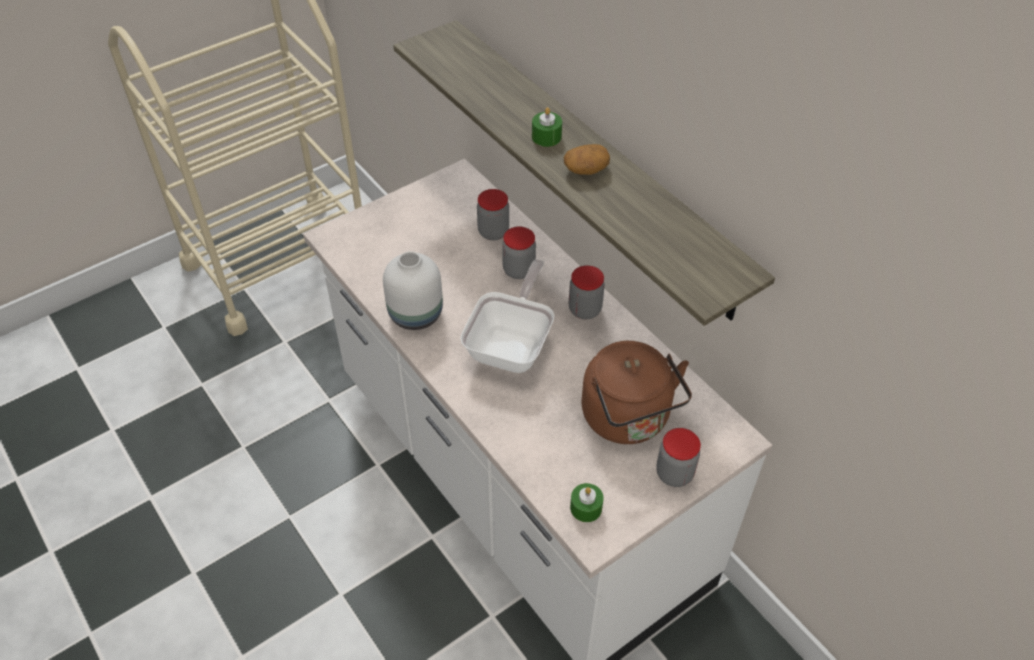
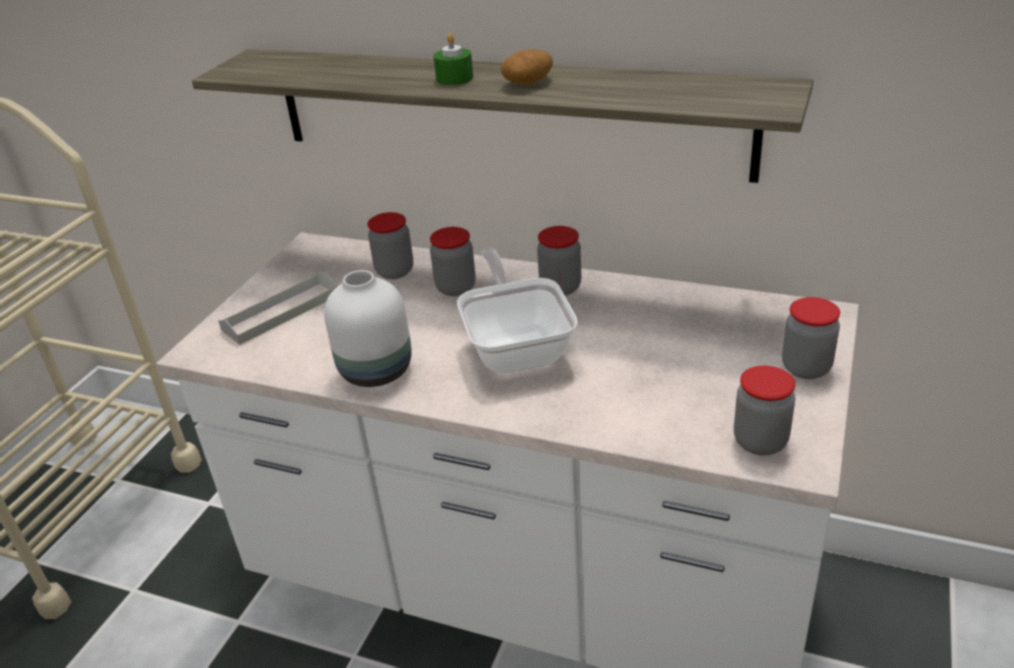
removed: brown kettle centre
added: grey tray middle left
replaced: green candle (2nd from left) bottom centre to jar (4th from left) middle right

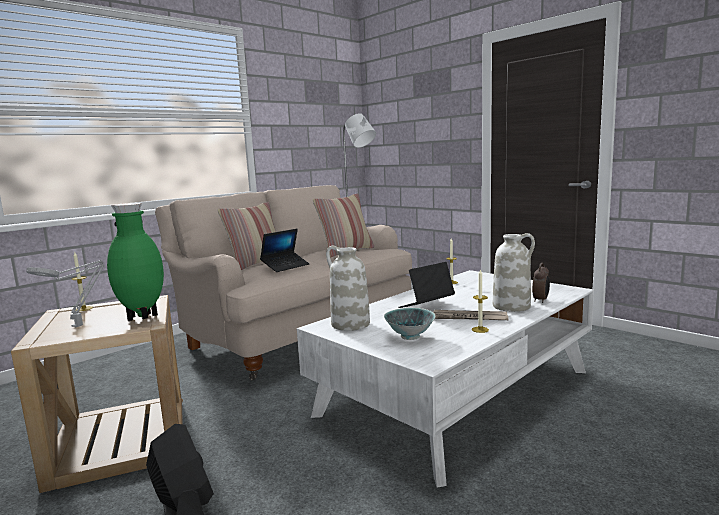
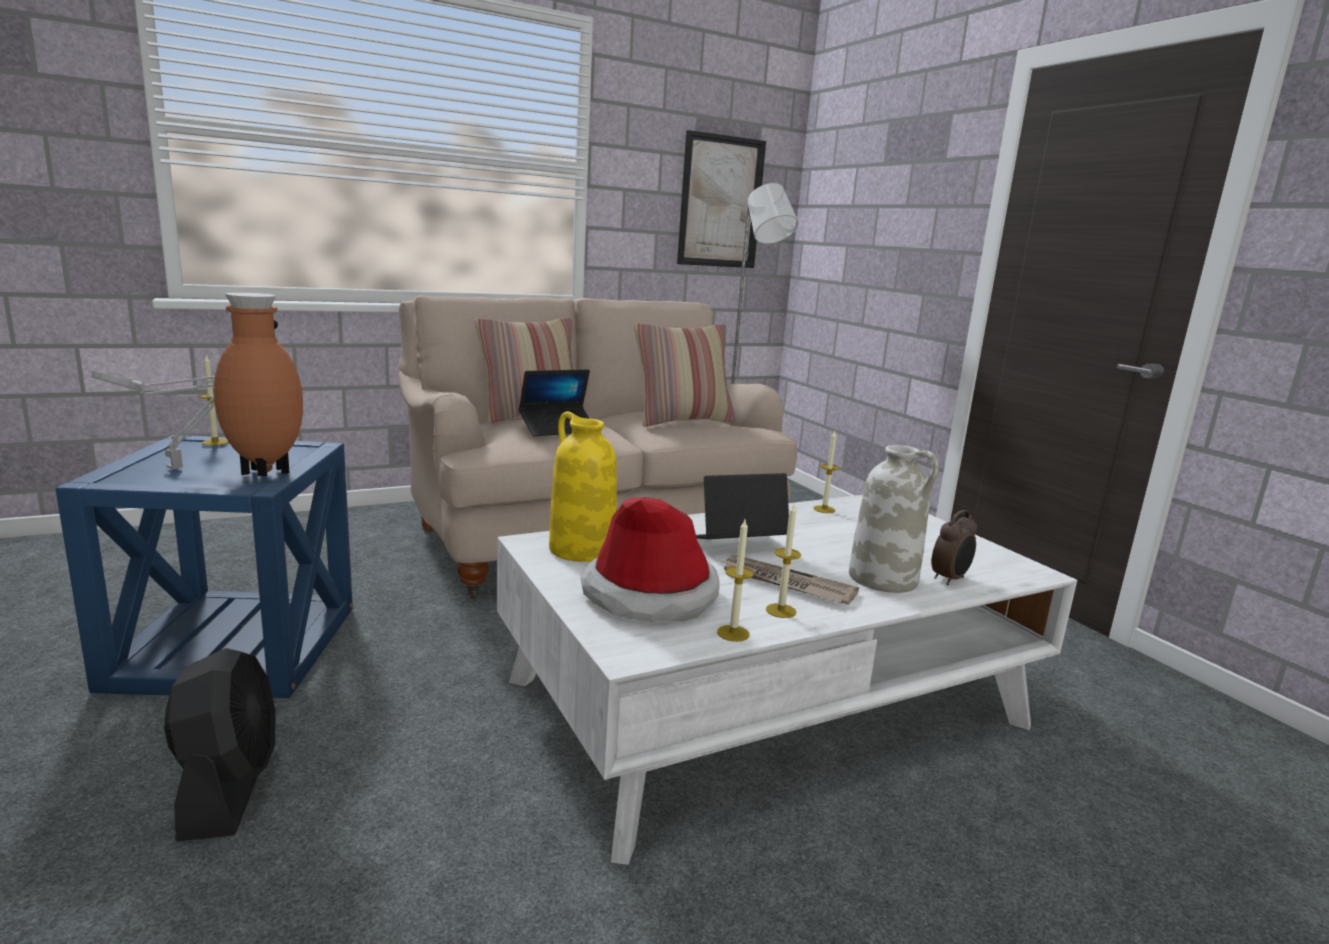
added: picture top centre; candle (2nd from left) centre
replaced: bowl centre to hat centre
recoloured: green vase middle left to brown vase middle left; white vase (1st from left) centre to yellow vase centre; beige side table bottom left to blue side table middle left

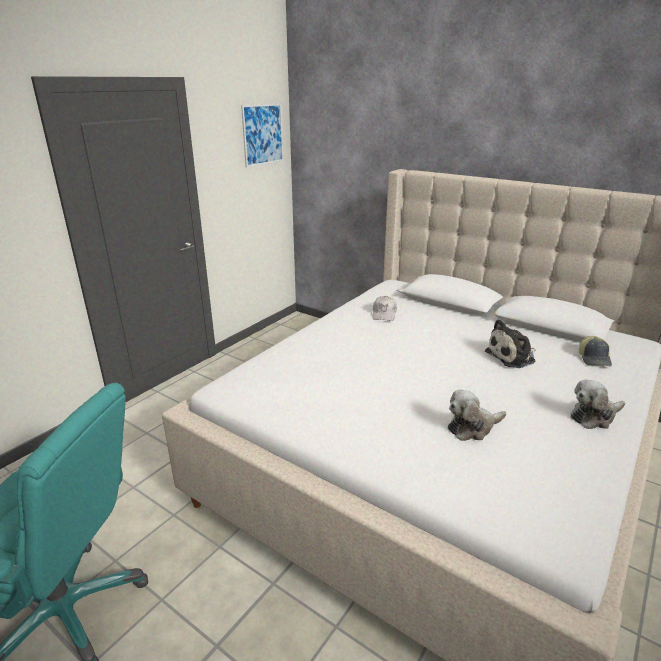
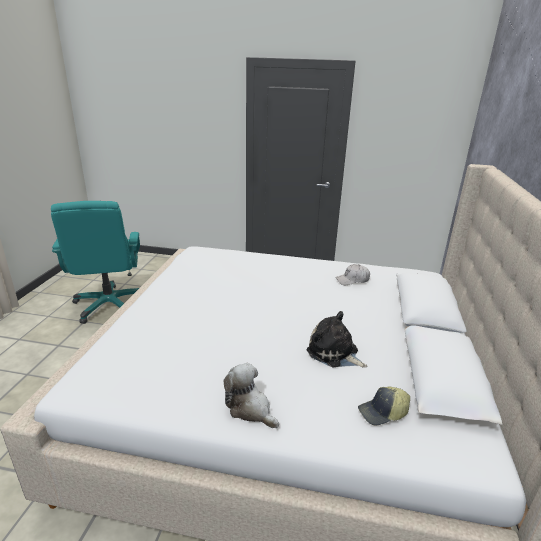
removed: picture top centre; plush toy (1st from left) middle right

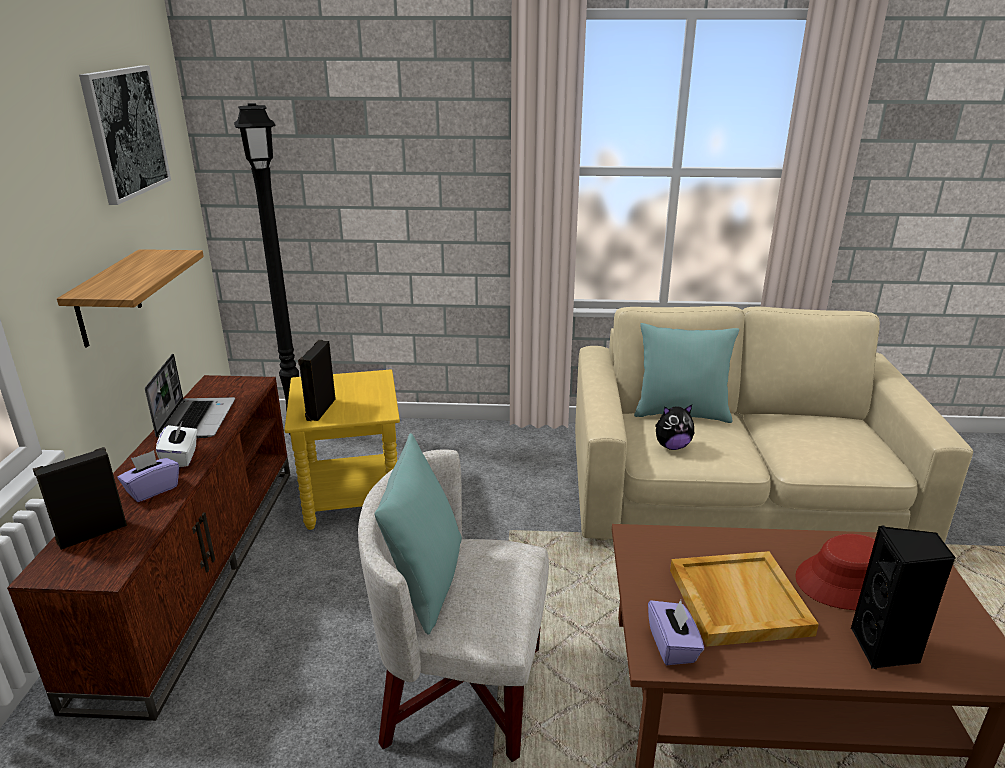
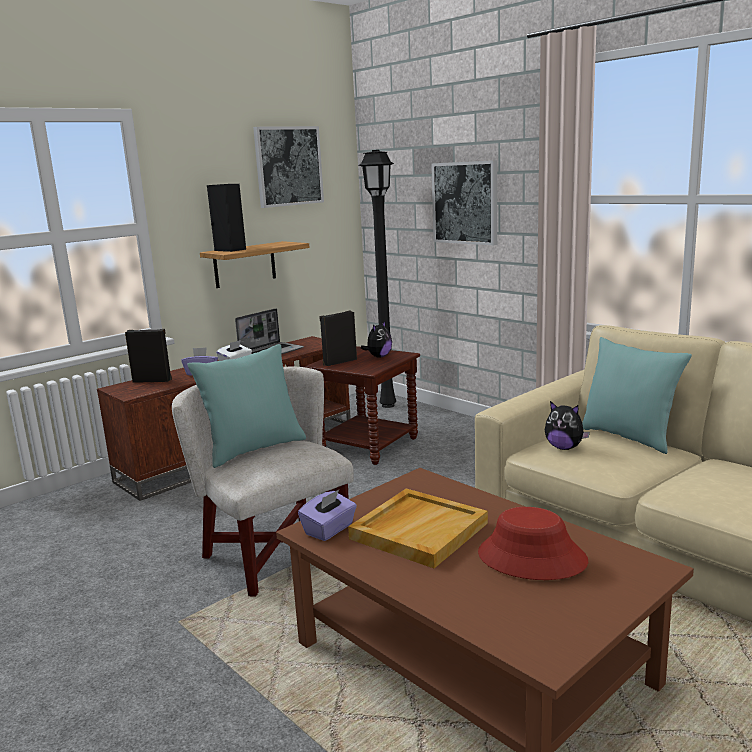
added: picture (2nd from left) top centre; plush toy (1st from left) centre
moved: black speaker (3rd from left in the first image) bottom right to black speaker (2nd from left) top left
recoloured: yellow side table centre to brown side table centre

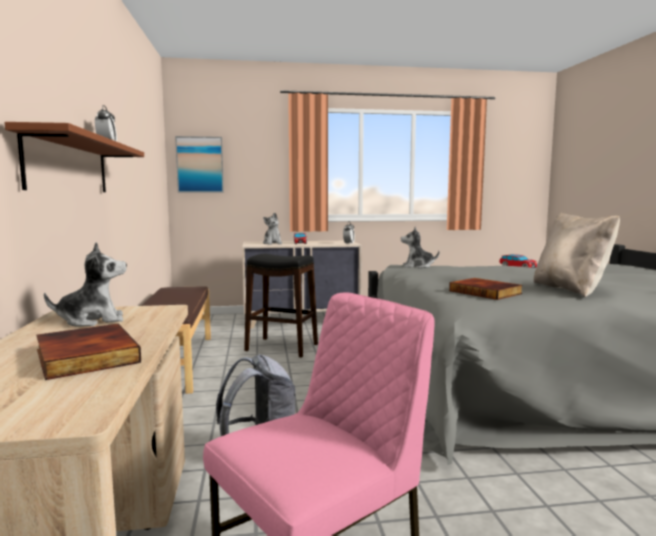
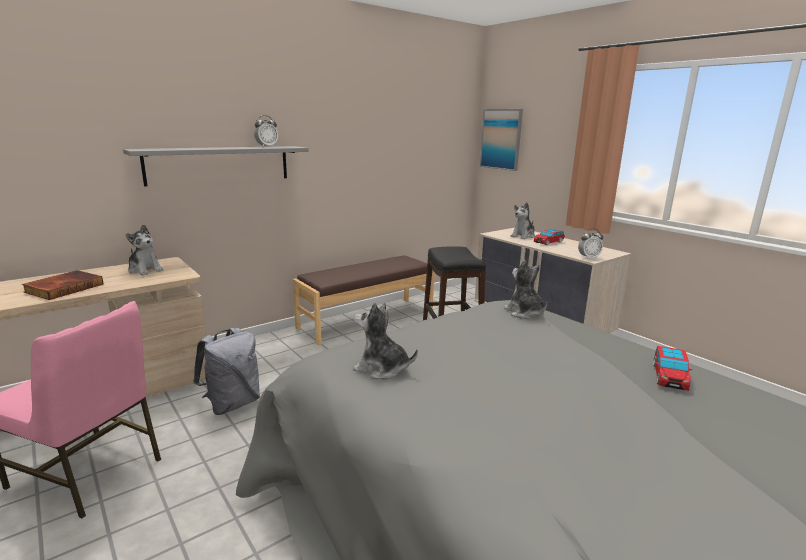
removed: beige pillow middle right
replaced: book (2nd from left) middle right to plush toy (2nd from left) centre
recoloured: brown shelf top left to grey shelf top left

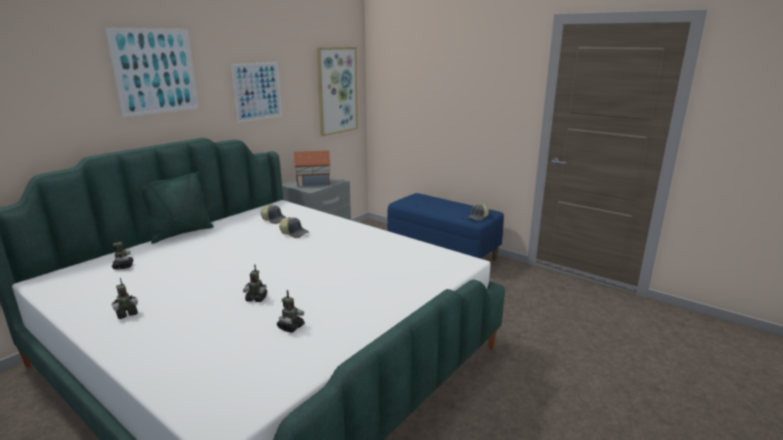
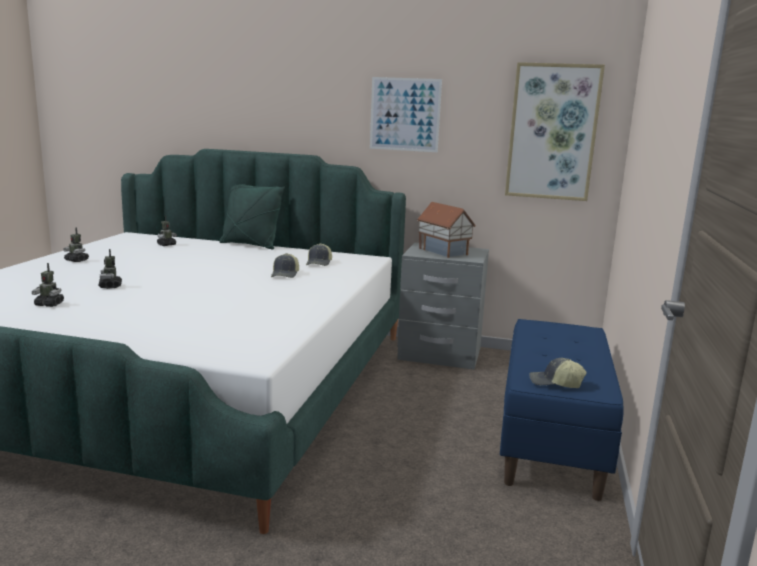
removed: picture (1st from left) top left

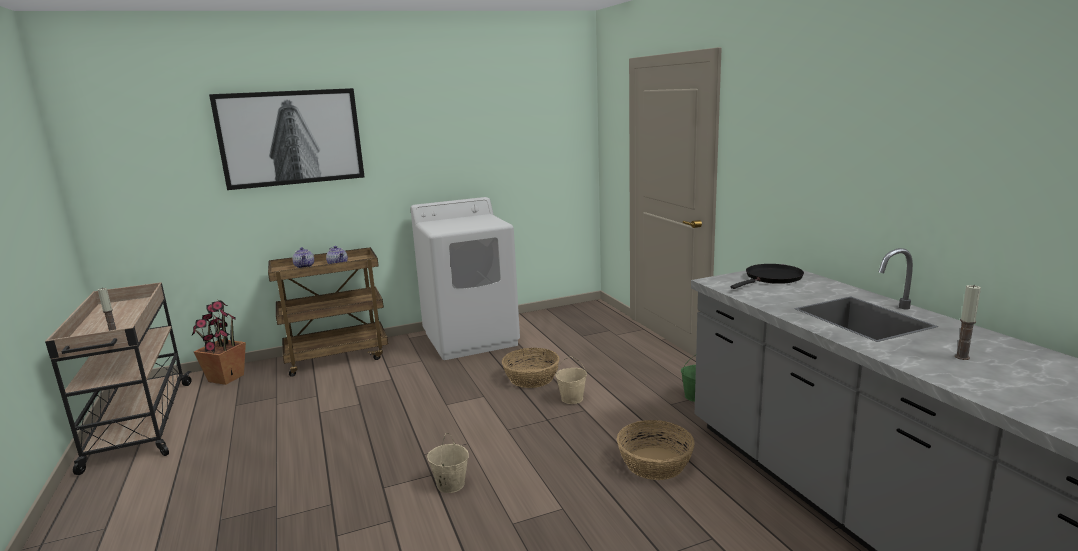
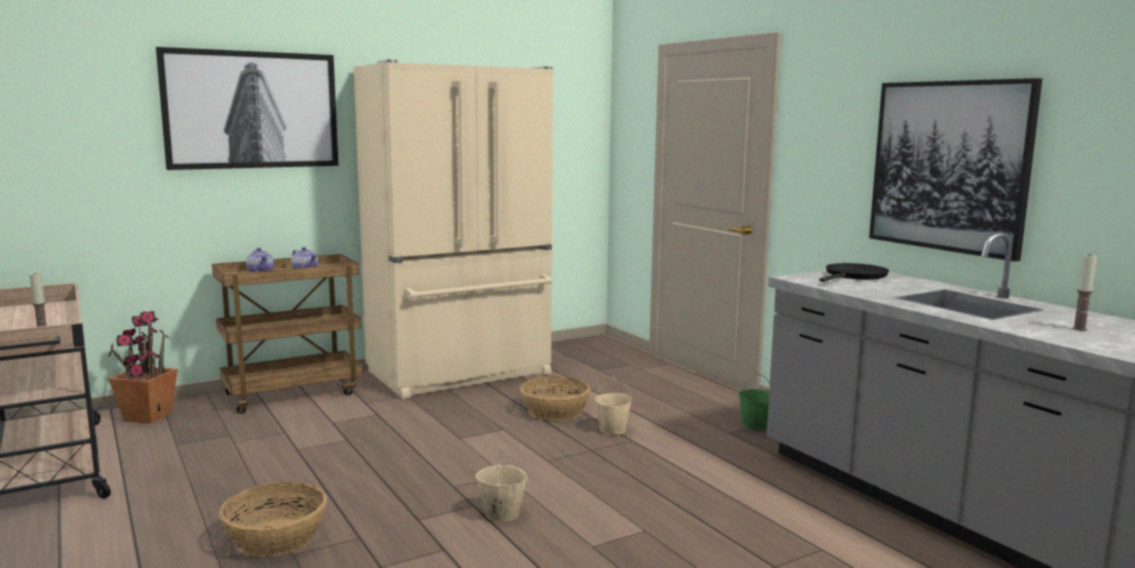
added: picture (2nd from left) top right
moved: basket (2nd from left in the first image) bottom centre to basket (1st from left) bottom left
replaced: white washing machine centre to beige fridge centre

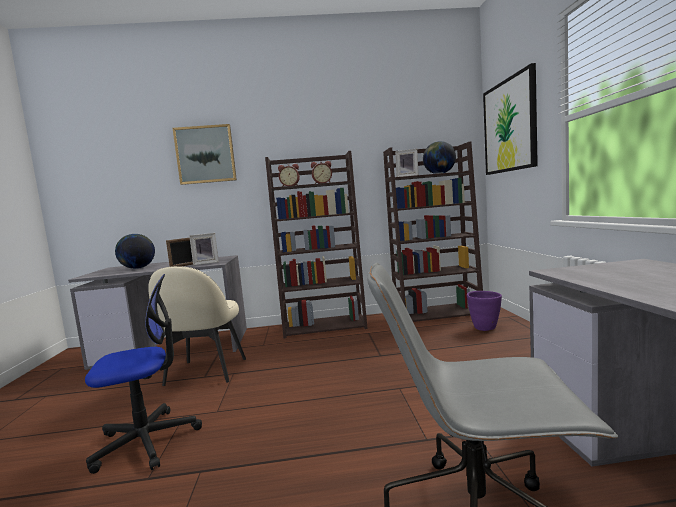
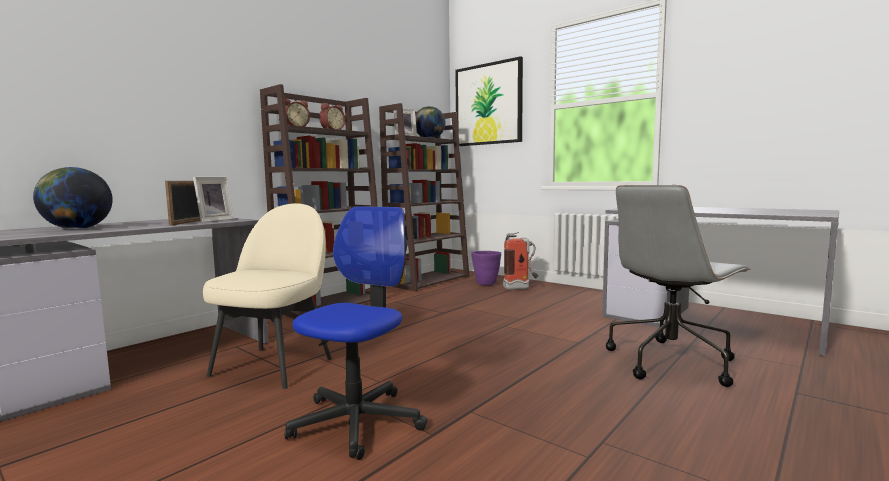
removed: picture (1st from left) top left
added: fire extinguisher centre
turned: beige chair middle left = middle left 120 degrees counterclockwise

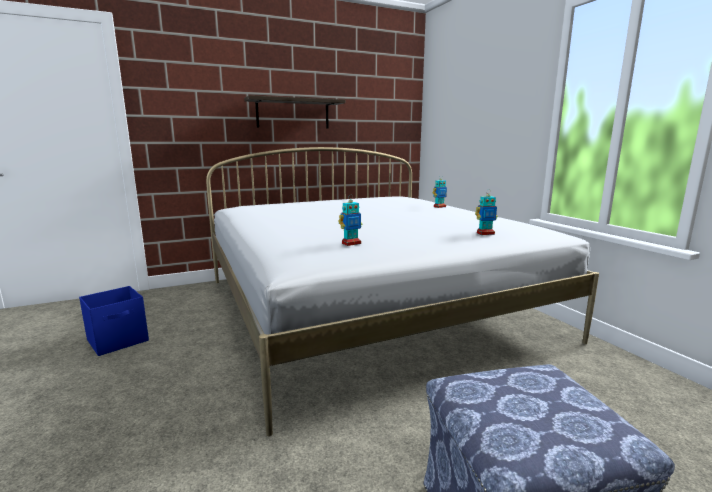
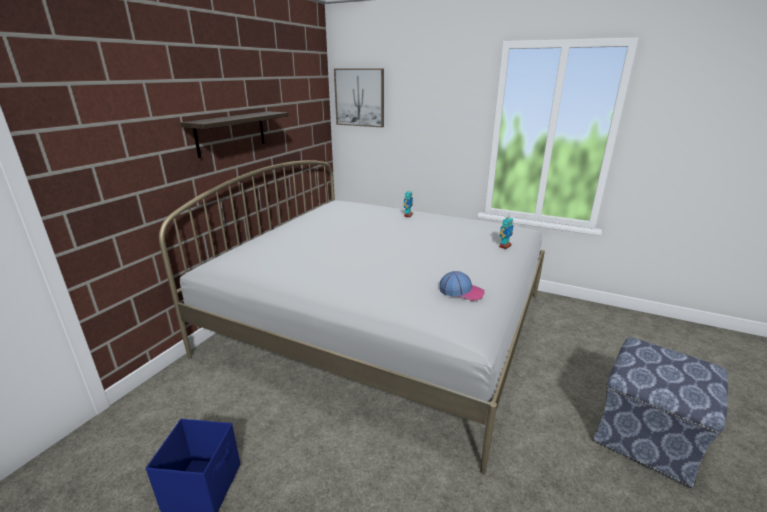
added: picture top centre
replaced: toy robot (1st from left) centre to cap centre

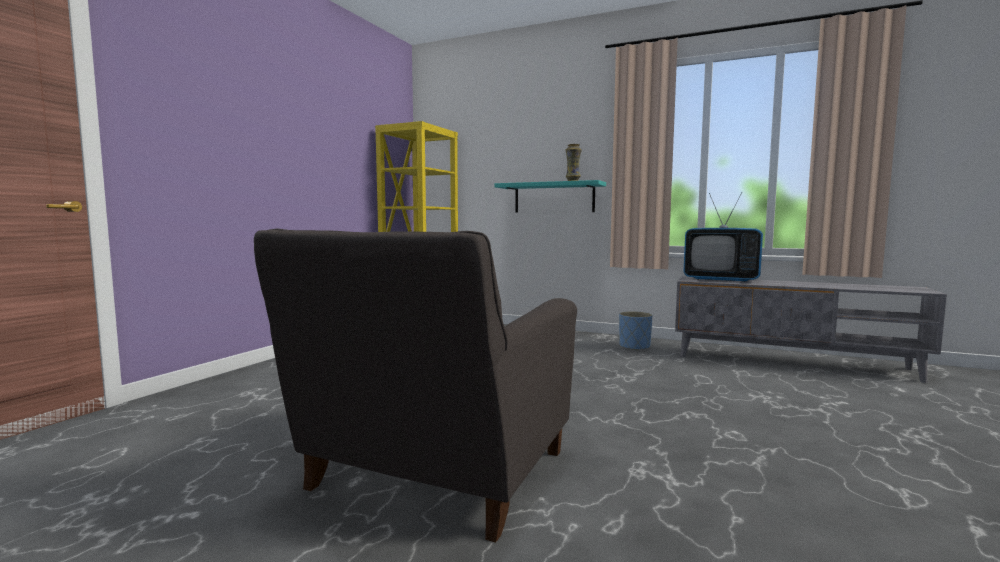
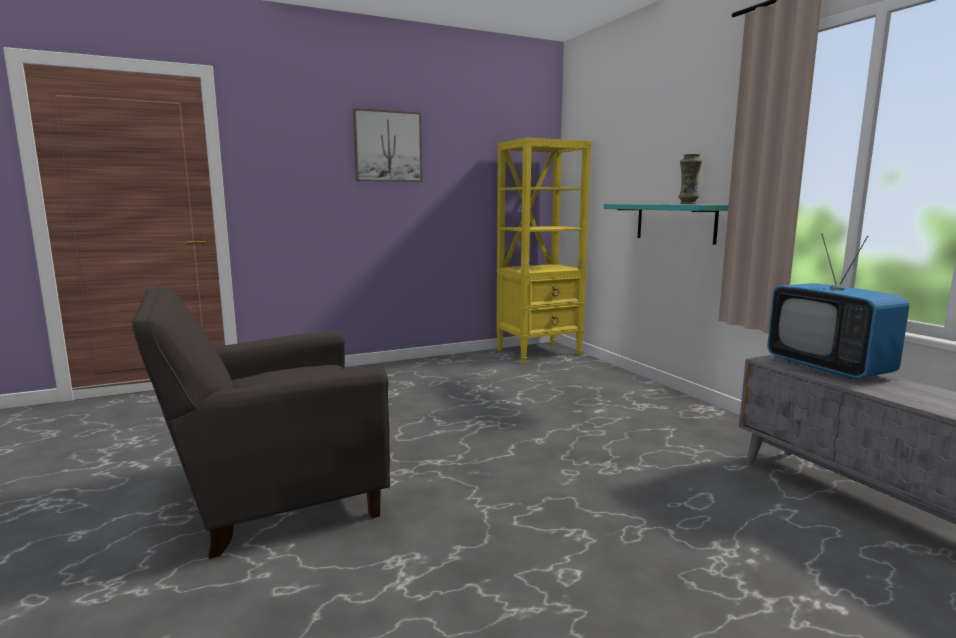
removed: blue planter centre
added: picture top centre

